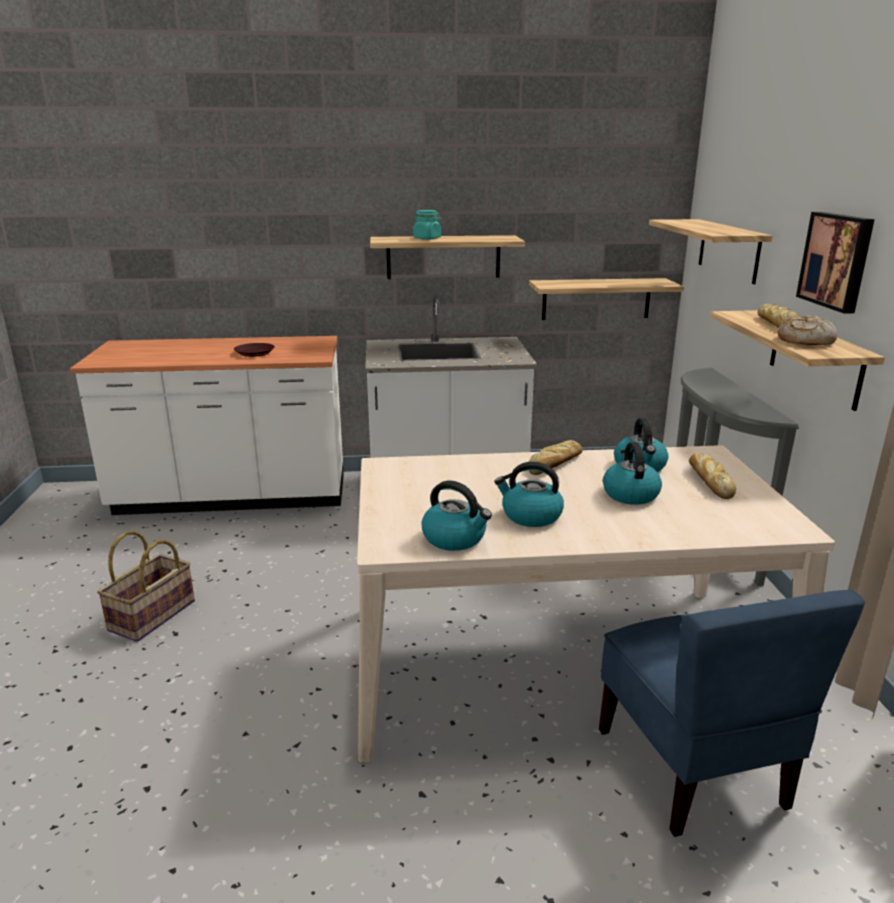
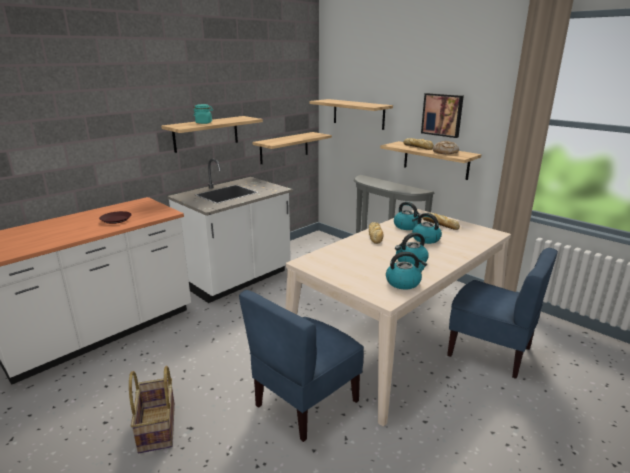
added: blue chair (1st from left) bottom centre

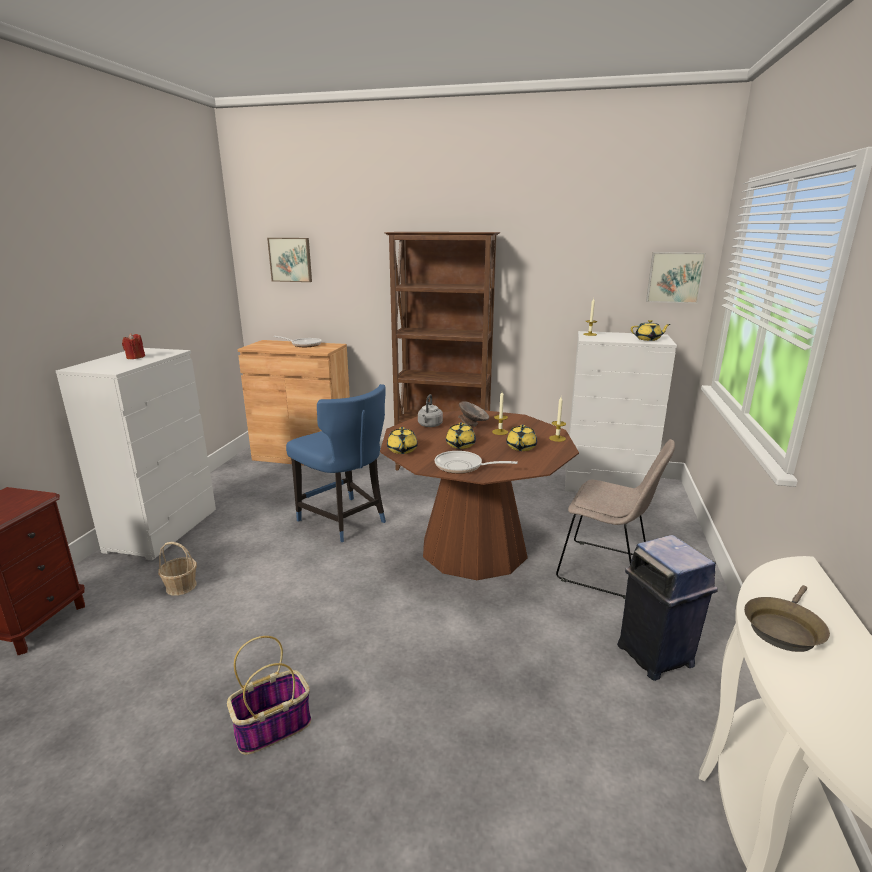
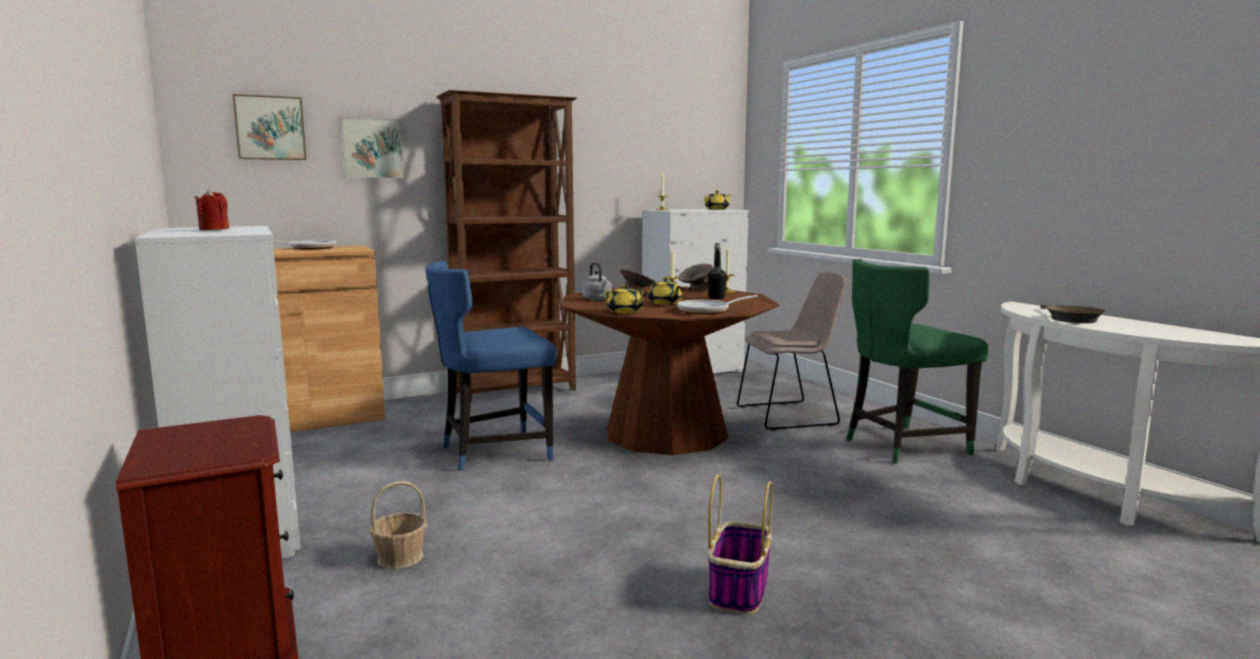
added: grey bowl (2nd from left) centre
moved: picture (2nd from left) top right to top left
replaced: yellow teapot (3rd from left) centre to black bottle centre; blue trash can bottom right to green chair middle right
turned: blue chair centre = centre 150 degrees clockwise

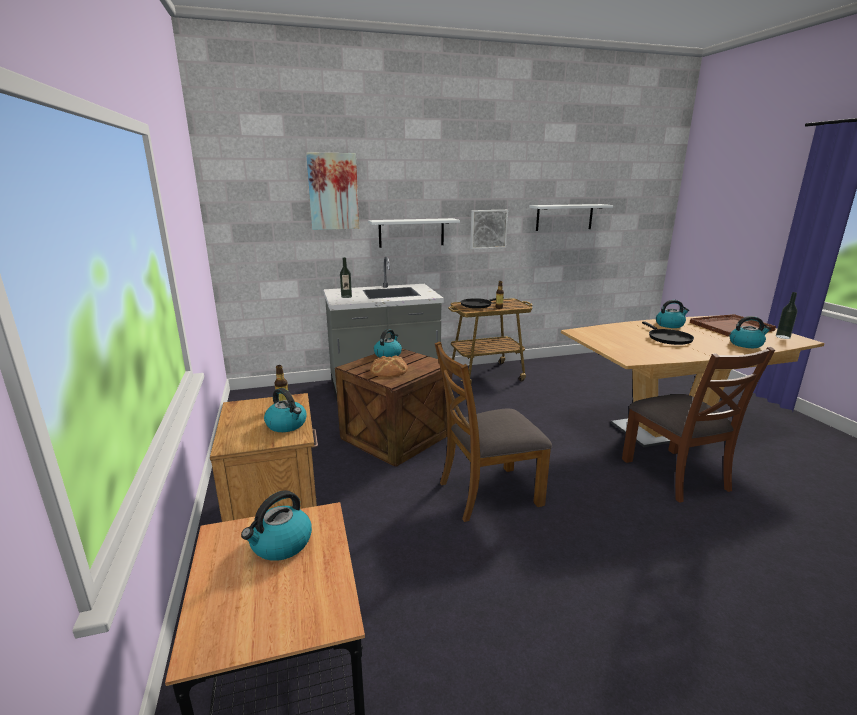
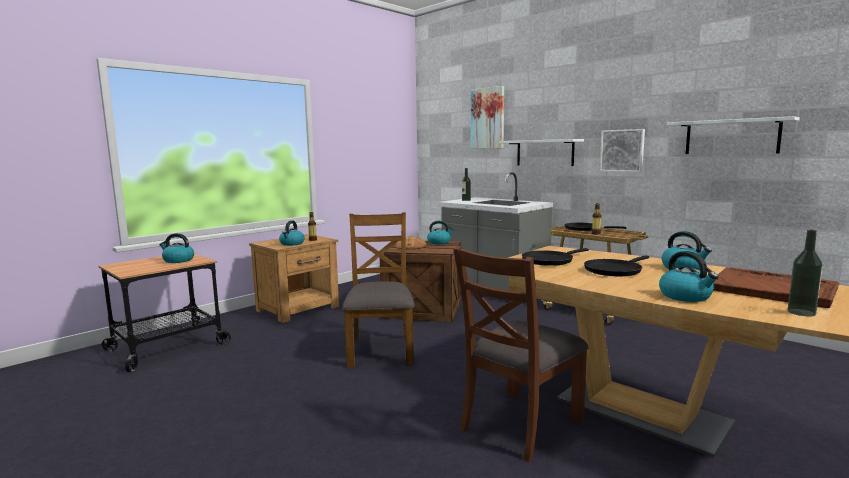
added: black frying pan (1st from left) centre
turned: brown chair (1st from left) centre = centre 45 degrees clockwise

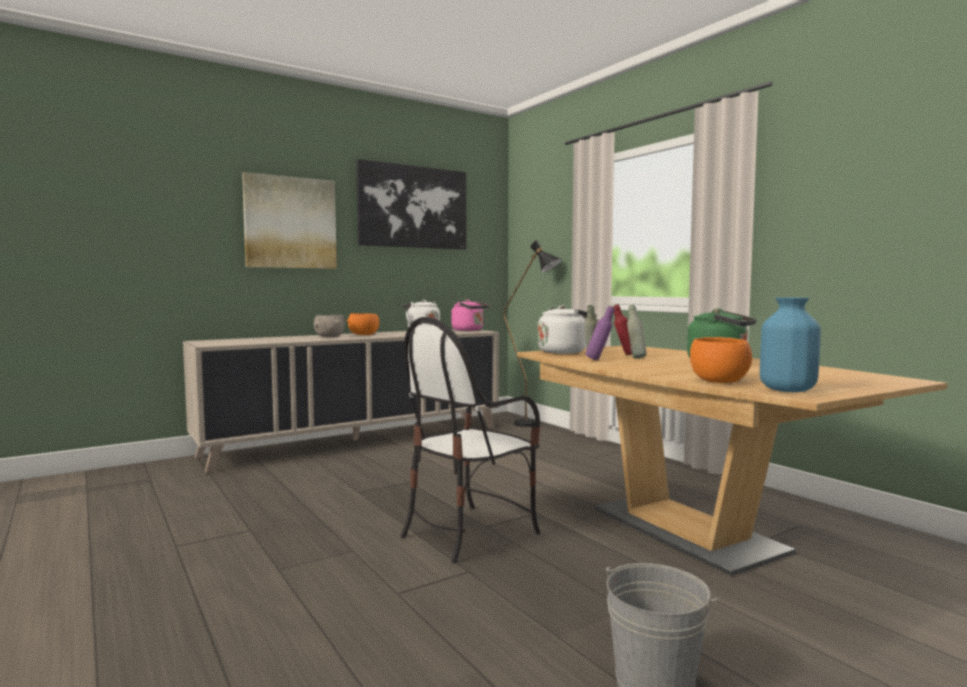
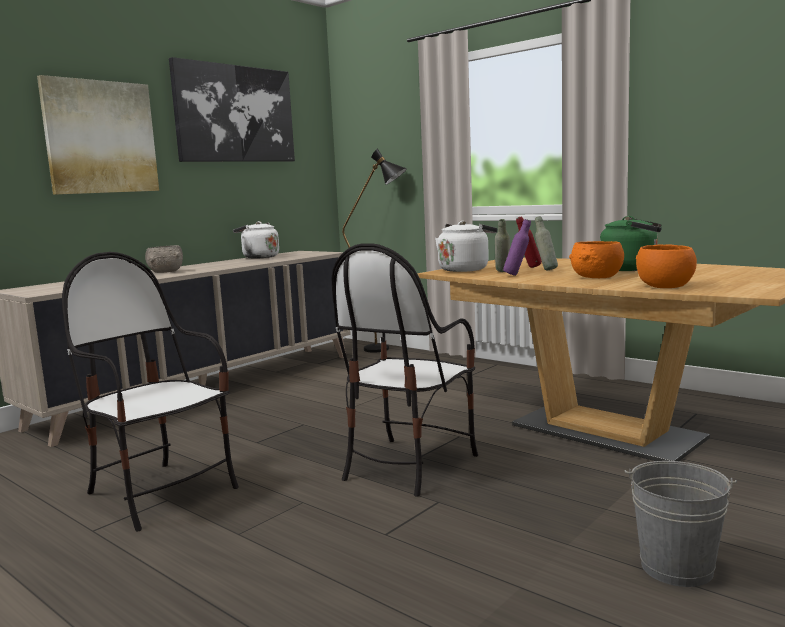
removed: blue vase middle right; pink kettle centre
added: chair (1st from left) middle left
moved: orange bowl (1st from left) centre to middle right

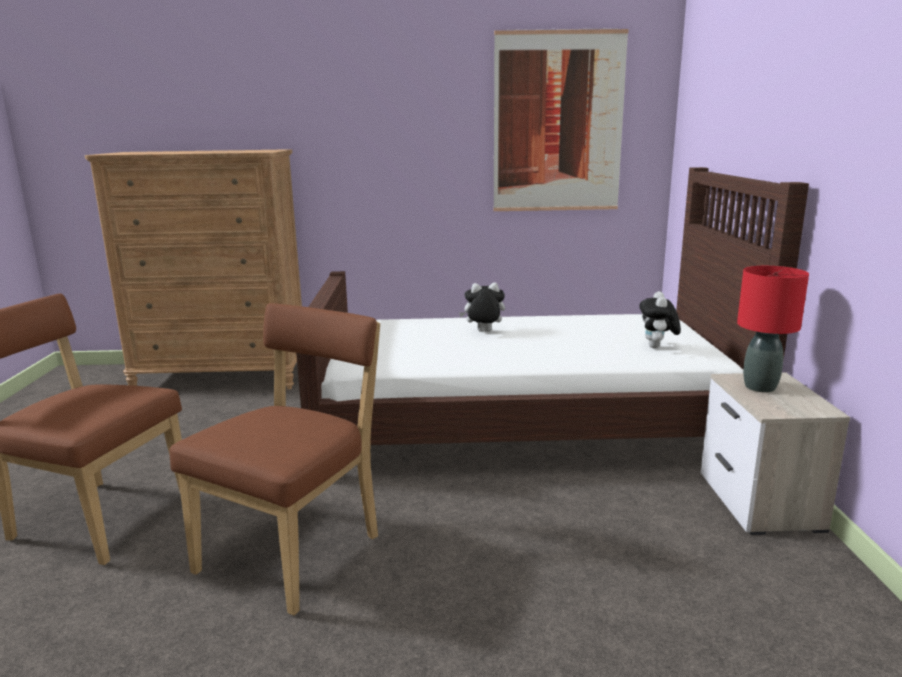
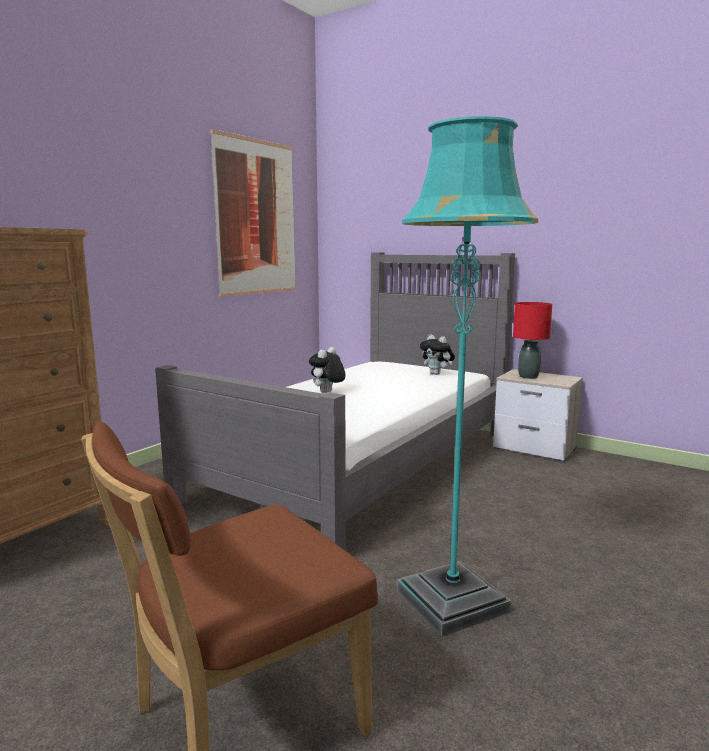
replaced: brown chair (2nd from left) bottom left to turquoise floor lamp centre
recoloured: brown bed centre to grey bed centre

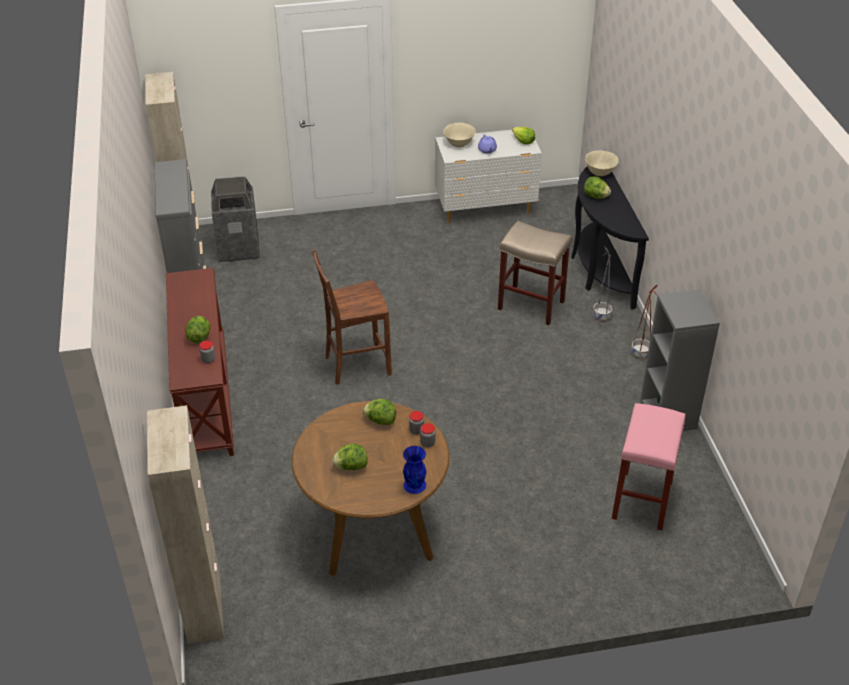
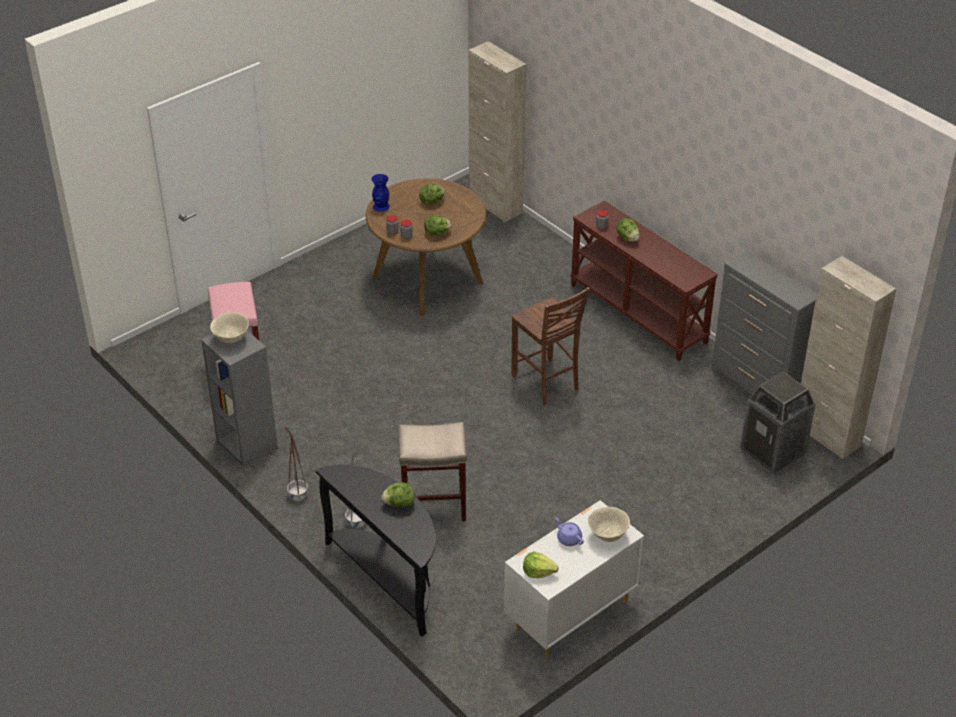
moved: beige bowl (2nd from left in the first image) top right to beige bowl (1st from left) middle left
turned: brown chair centre = centre 105 degrees clockwise

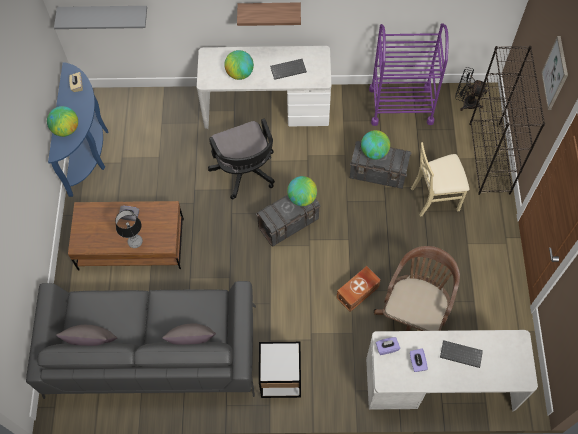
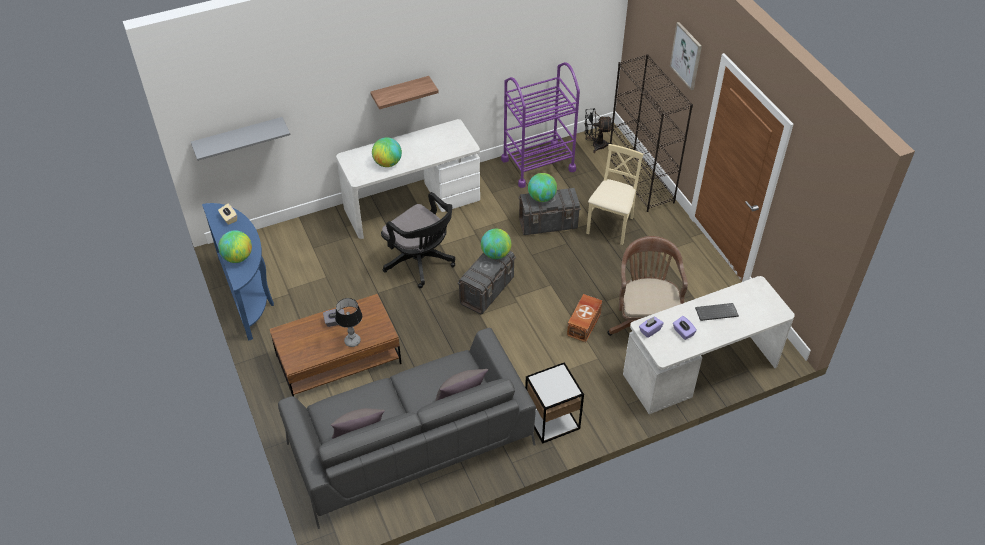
removed: keyboard (1st from left) top centre
turned: beige chair middle right = centre 150 degrees clockwise

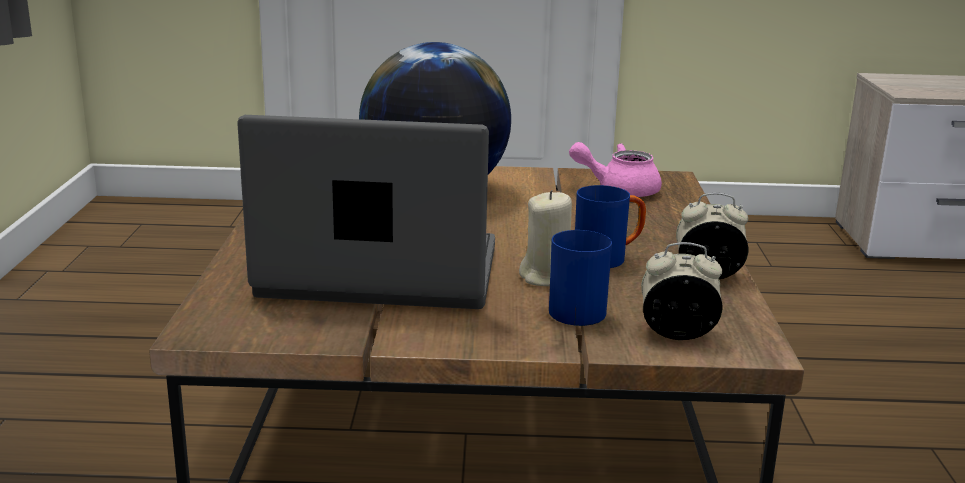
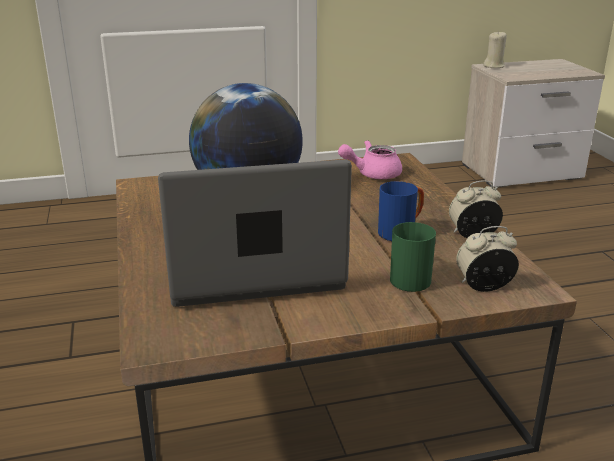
moved: beige candle centre to top right
recoloured: blue mug (1st from left) centre to green mug middle right

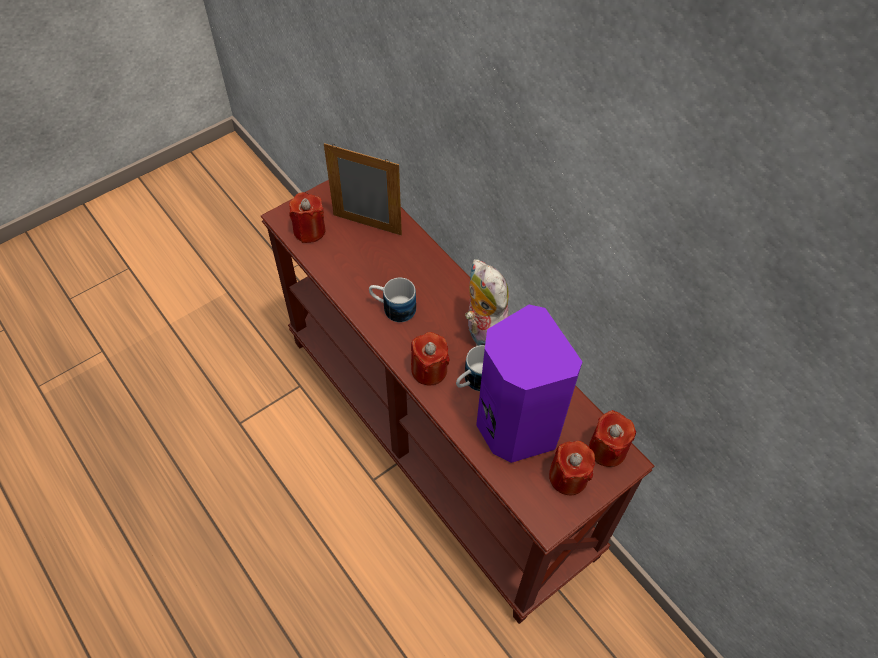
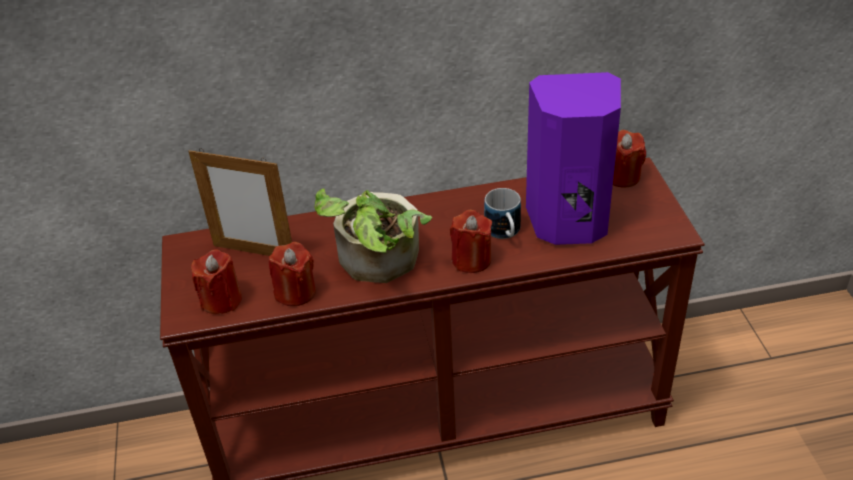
removed: plush toy centre
moved: red candle (3rd from left in the first image) bottom centre to red candle (2nd from left) centre
replaced: mug (1st from left) centre to potted plant centre
turned: picture frame top centre = middle left 120 degrees counterclockwise

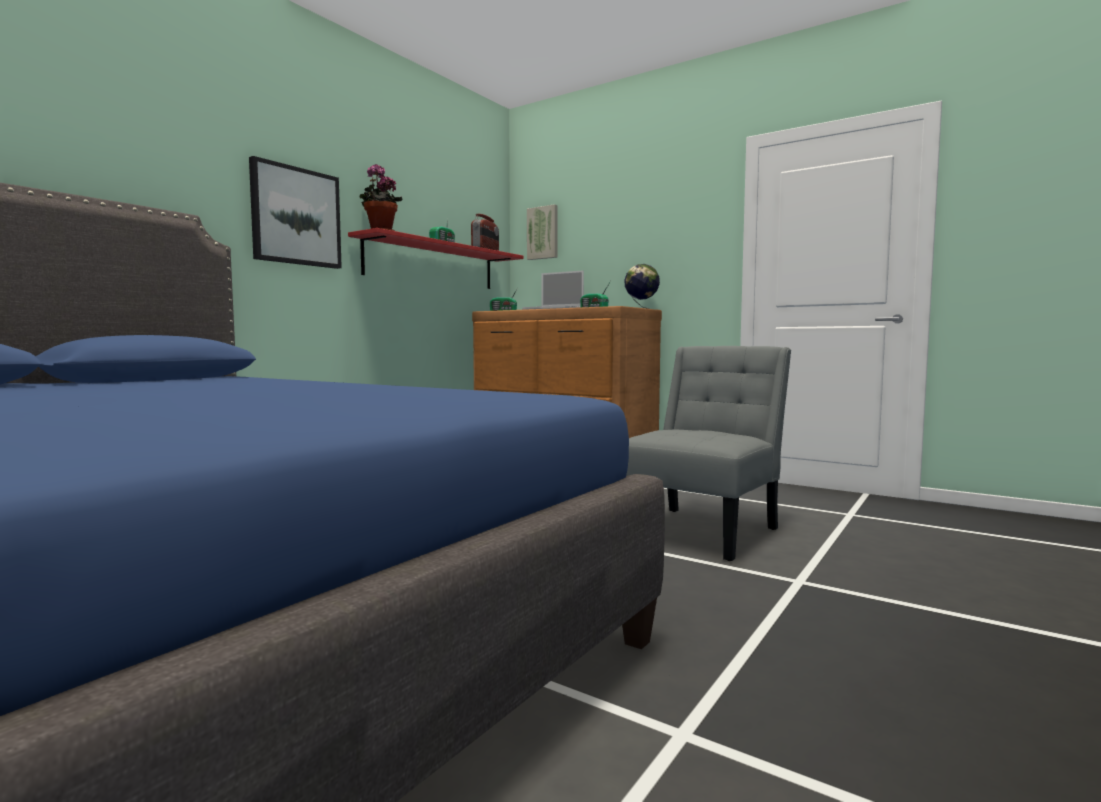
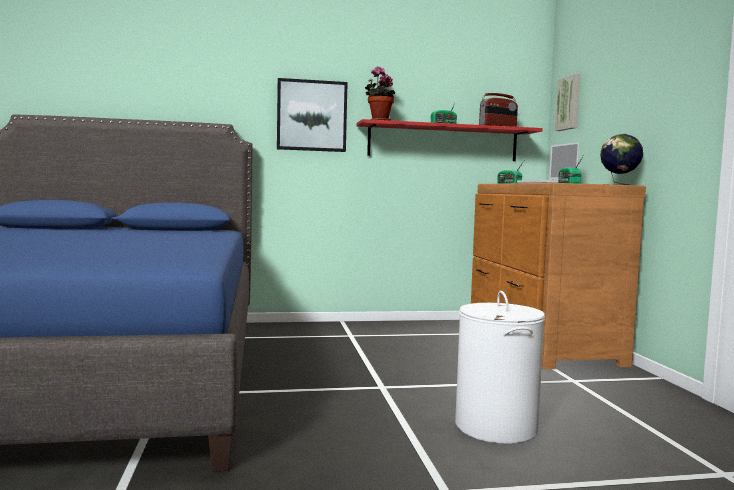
replaced: grey chair centre to white laundry basket bottom right

